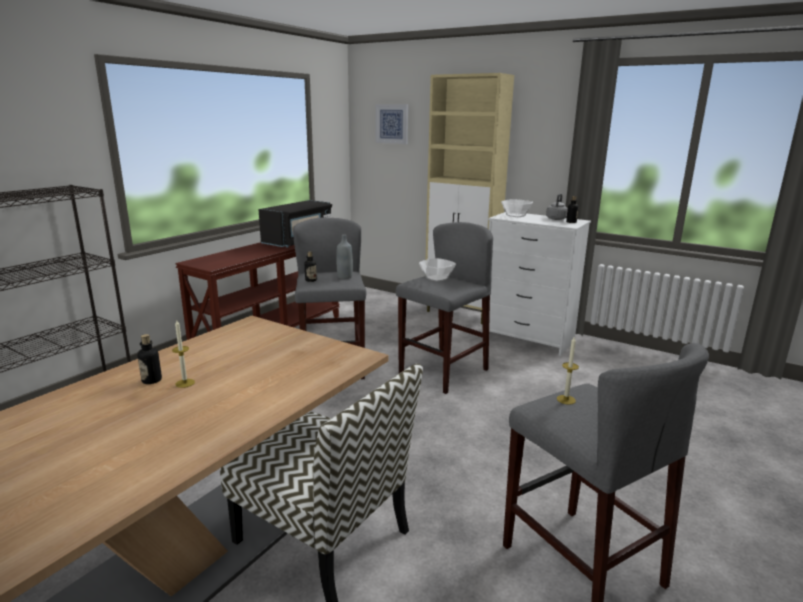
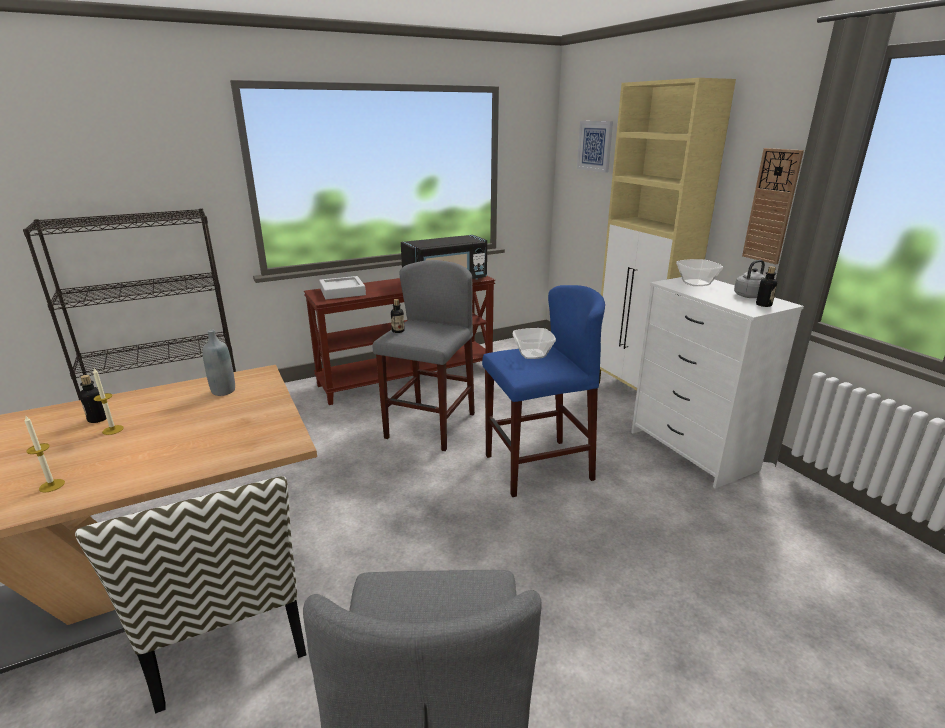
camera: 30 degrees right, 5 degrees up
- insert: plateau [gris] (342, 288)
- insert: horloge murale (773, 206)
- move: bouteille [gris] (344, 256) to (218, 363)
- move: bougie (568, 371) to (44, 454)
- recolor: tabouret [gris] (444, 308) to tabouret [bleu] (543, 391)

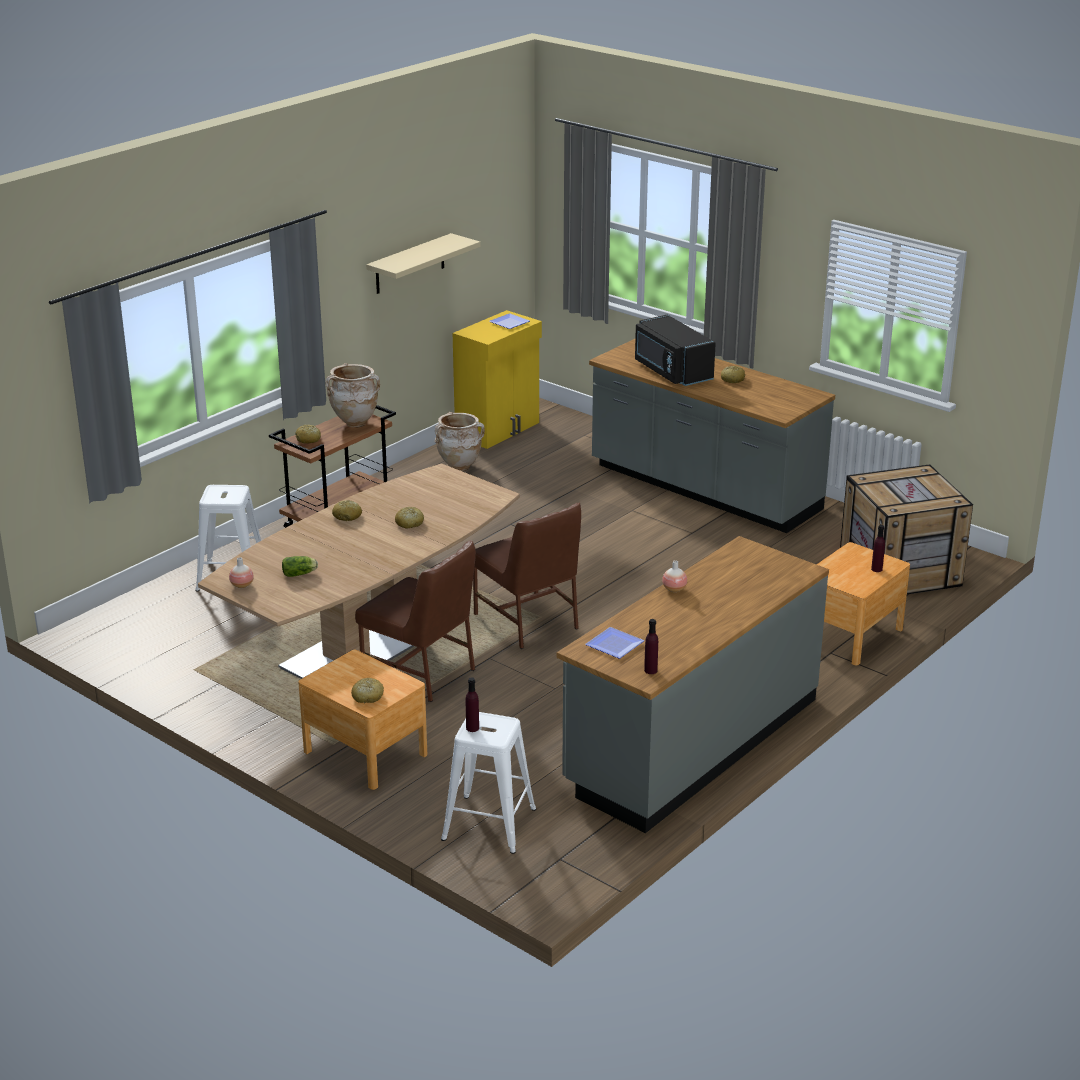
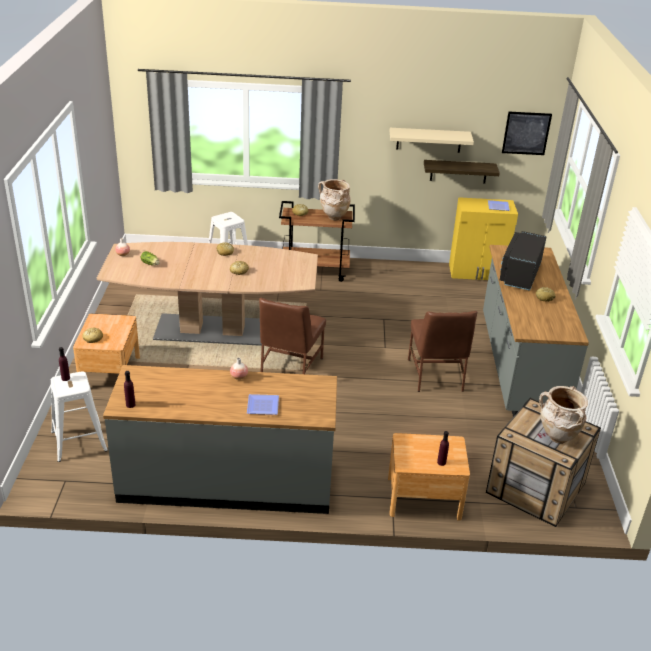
camera: 50 degrees right, 5 degrees up
- insert: étagère (462, 172)
- insert: tableau (527, 133)
- move: chaise [marron] (415, 621) to (442, 351)
- move: vase [beige] (460, 441) to (563, 415)
- move: assiette (614, 643) to (263, 404)

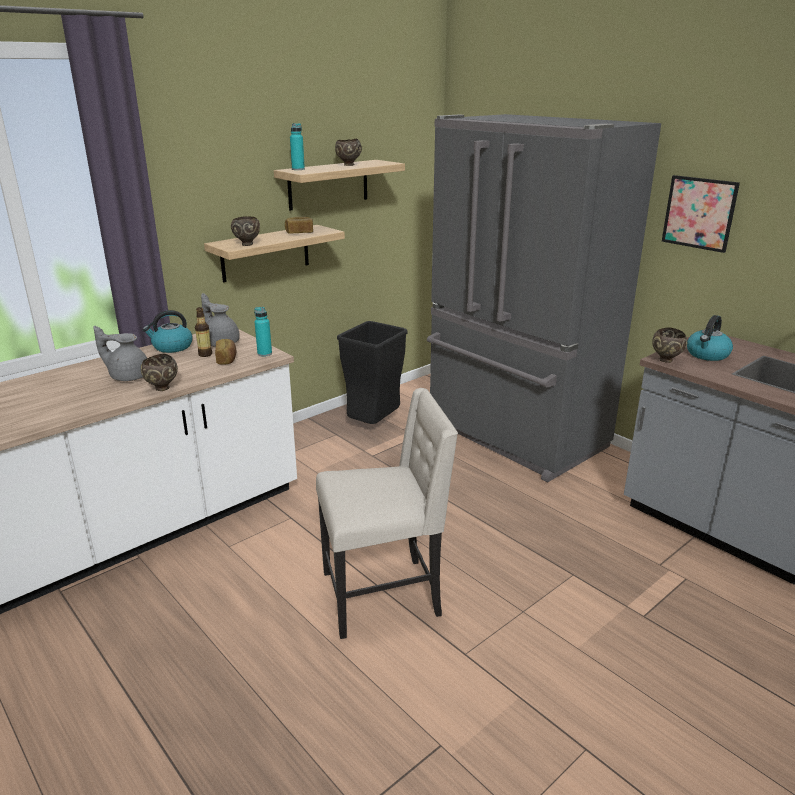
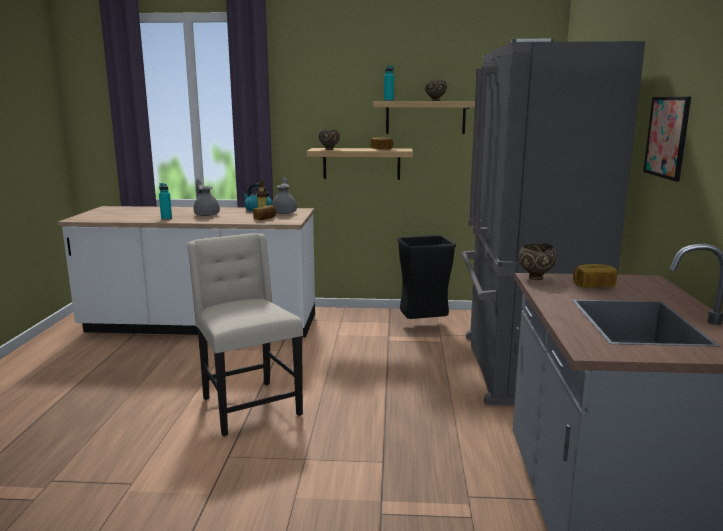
camera: 45 degrees right, 10 degrees down
- delete: bol [marron] (159, 372)
- move: bouteille [turquoise] (263, 332) to (165, 201)
- replace: bouilloire (710, 338) to pain (595, 276)
- rotate: chaise [beige] (387, 513) = (245, 334) 150 degrees counterclockwise

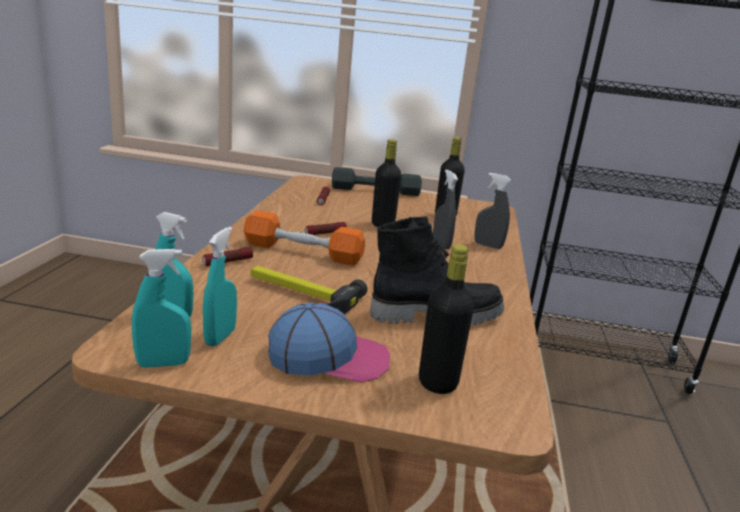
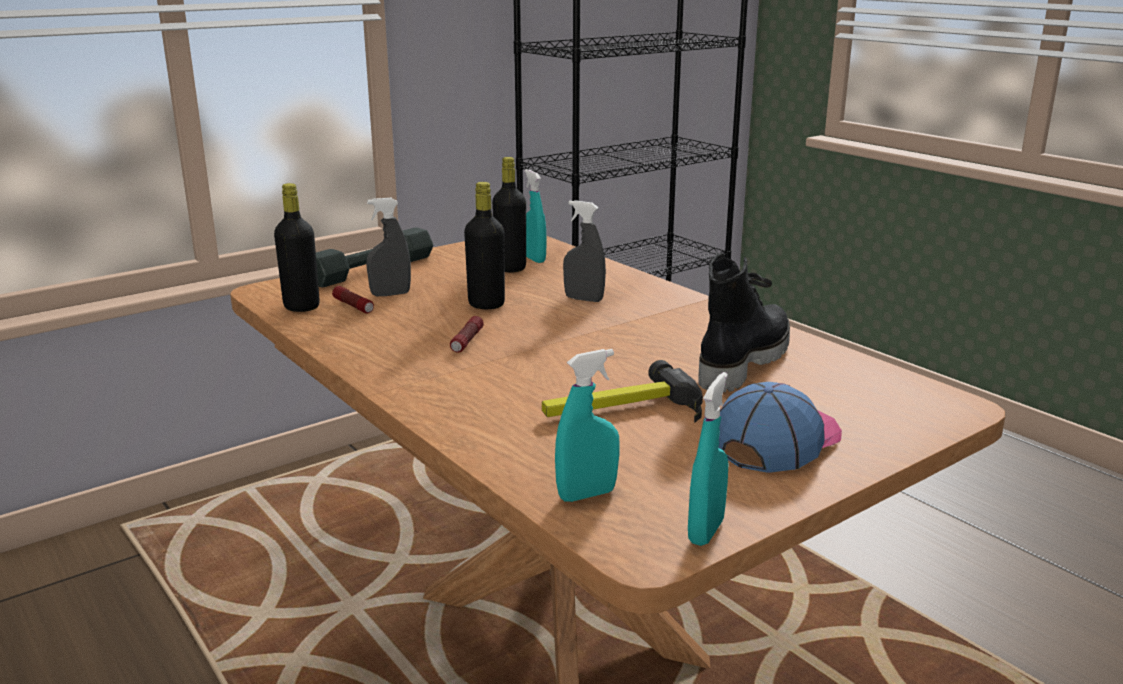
camera: 45 degrees left, 0 degrees up
- delete: lampe de poche (227, 256)
- delete: haltère [orange] (304, 238)
- move: vaporisateur [turquoise] (220, 287) to (535, 216)
- move: bouteille [noir] (446, 319) to (297, 247)
- move: vaporisateur [gris] (492, 211) to (389, 247)

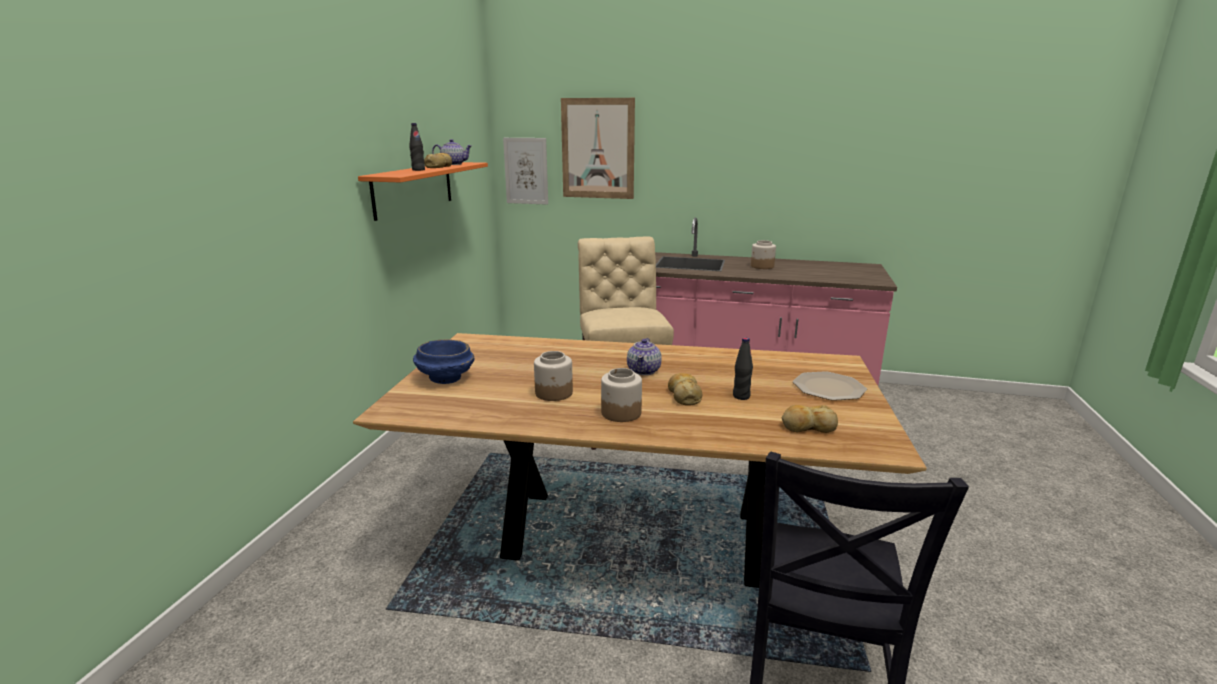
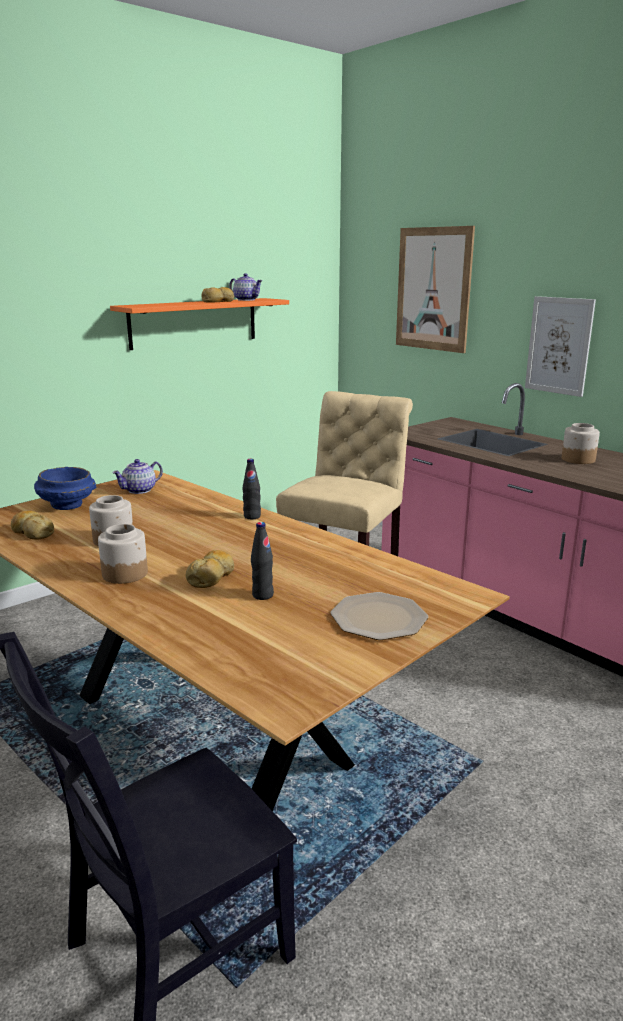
camera: 35 degrees right, 0 degrees up
- move: bouteille [noir] (417, 147) to (252, 489)
- move: tableau (525, 171) to (560, 346)
- move: théière (644, 356) to (137, 476)
- move: pain (810, 419) to (32, 525)

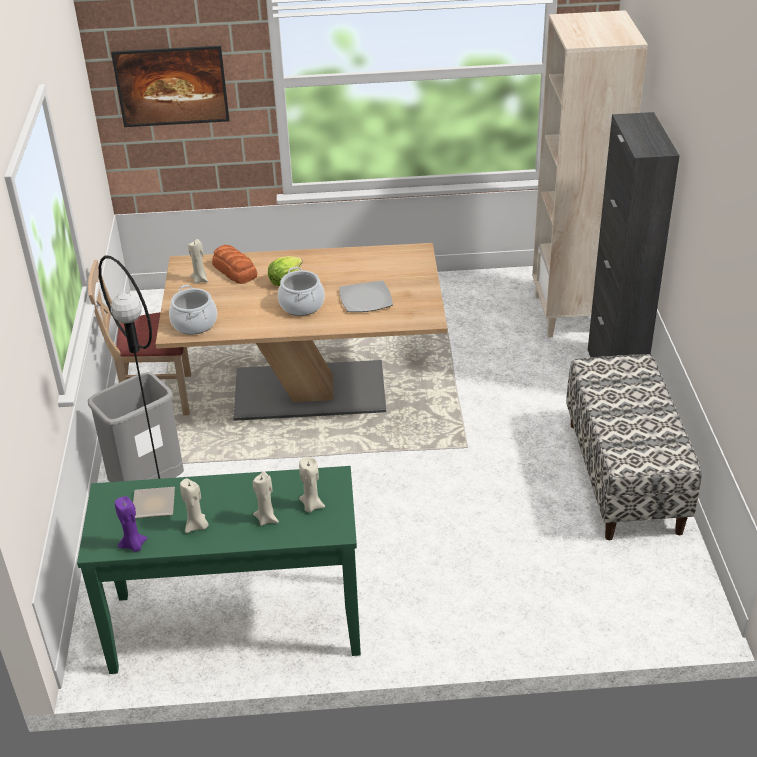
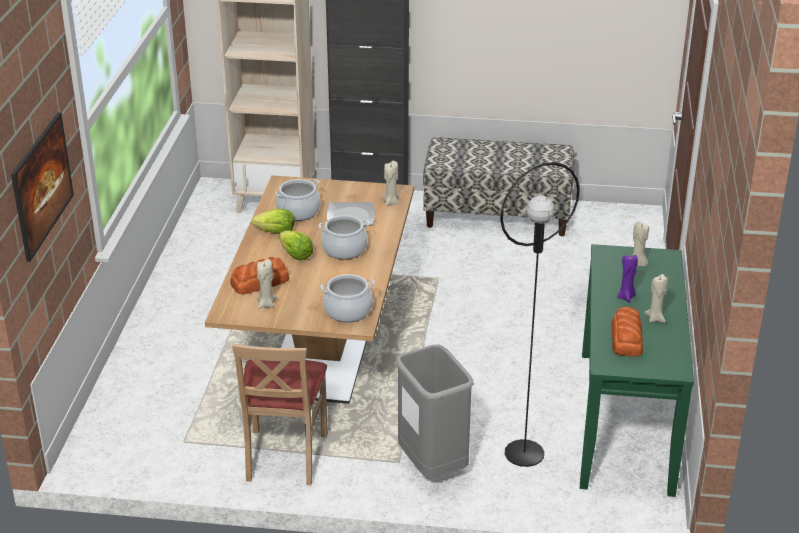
camera: 80 degrees left, 5 degrees down
- insert: laitue (272, 221)
- insert: marmite (298, 200)
- move: bougie [violet] (131, 524) to (627, 279)
- move: bougie [beige] (266, 498) to (390, 183)
- replace: assiette (154, 502) to pain (627, 332)

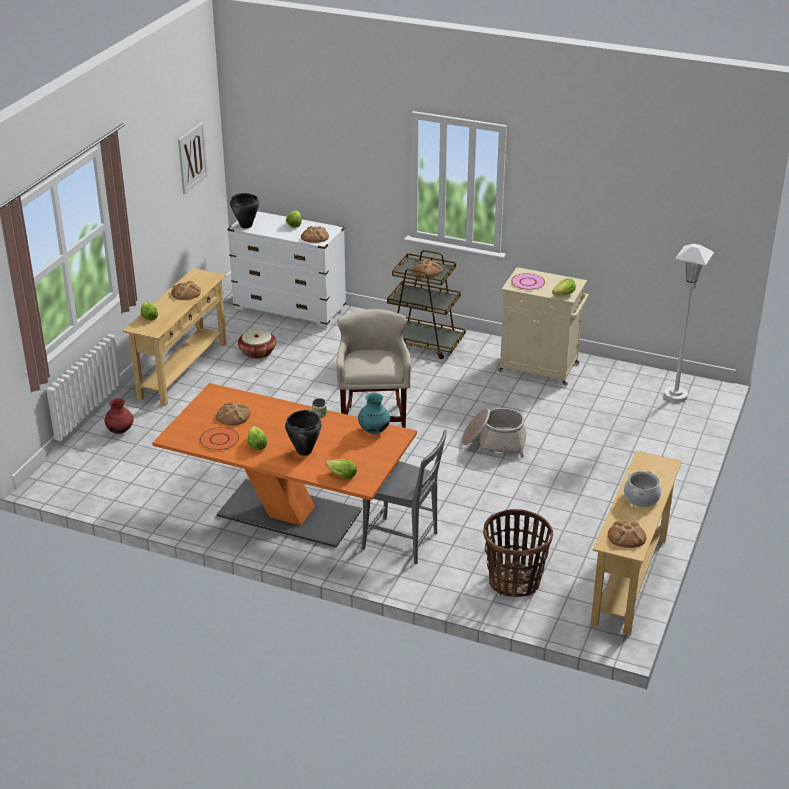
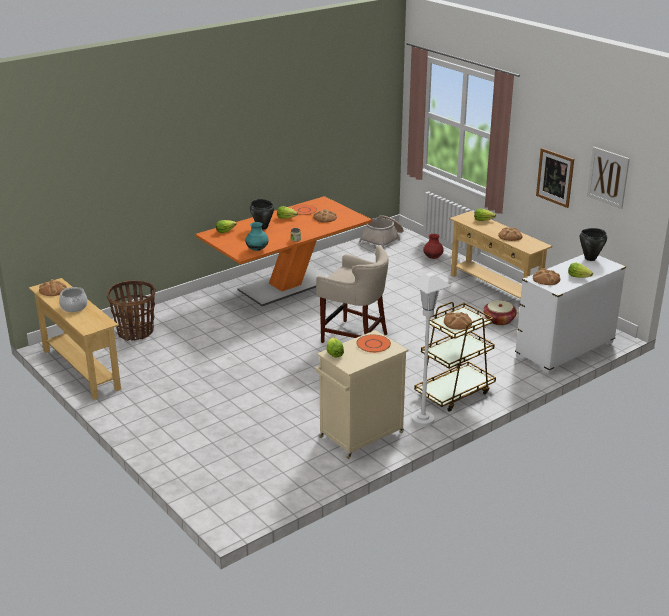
camera: 120 degrees right, 5 degrees down
- delete: chaise [gris] (404, 497)
- insert: tableau (555, 178)
- move: panier (494, 433) to (381, 232)
- move: lampadaire [blanc] (689, 323) to (429, 349)
- recolor: assiette [rose] (528, 281) to assiette [orange] (373, 344)

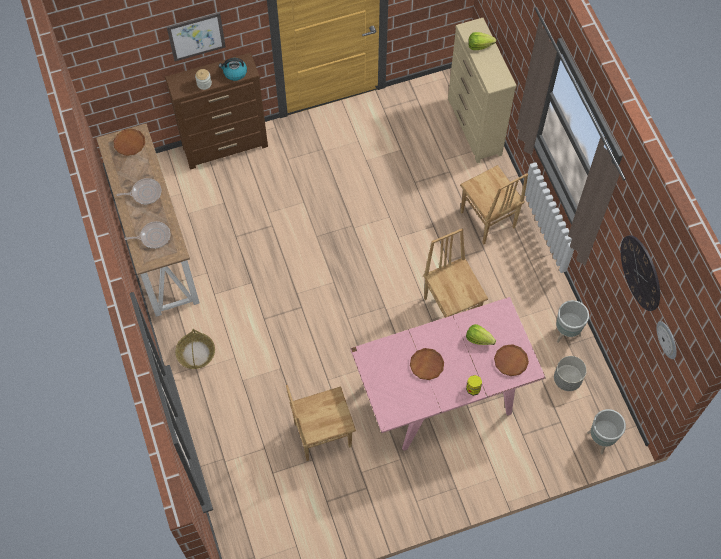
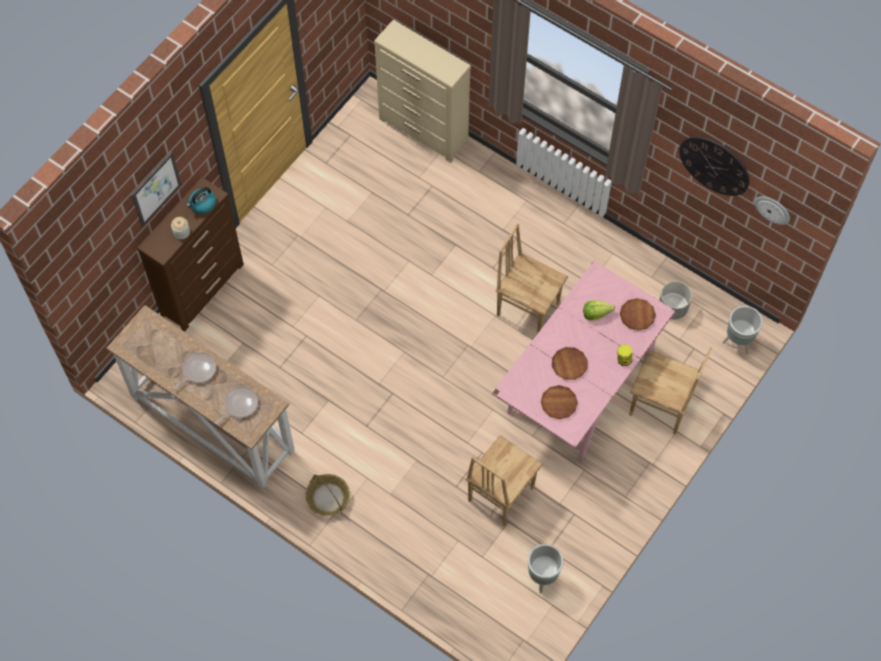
camera: 35 degrees left, 0 degrees up
- delete: laitue (482, 41)
- move: assiette [marron] (129, 142) to (559, 402)
- move: chaise [marron] (494, 204) to (670, 390)
- move: cache-pot [gris] (572, 321) to (546, 568)

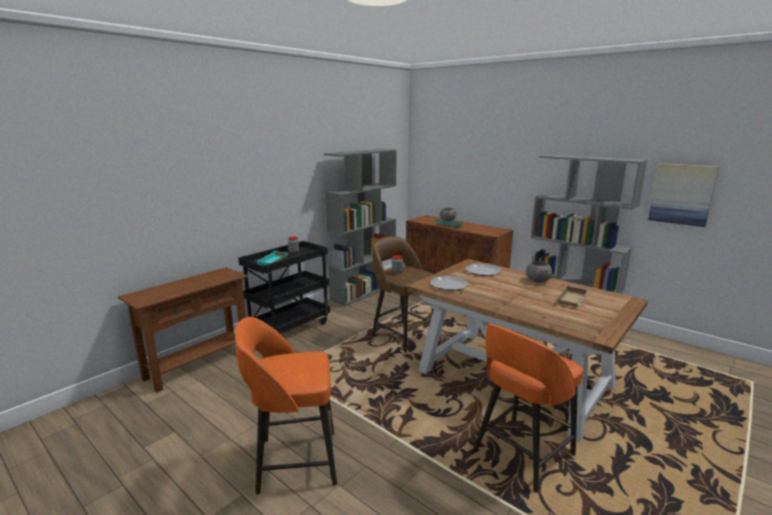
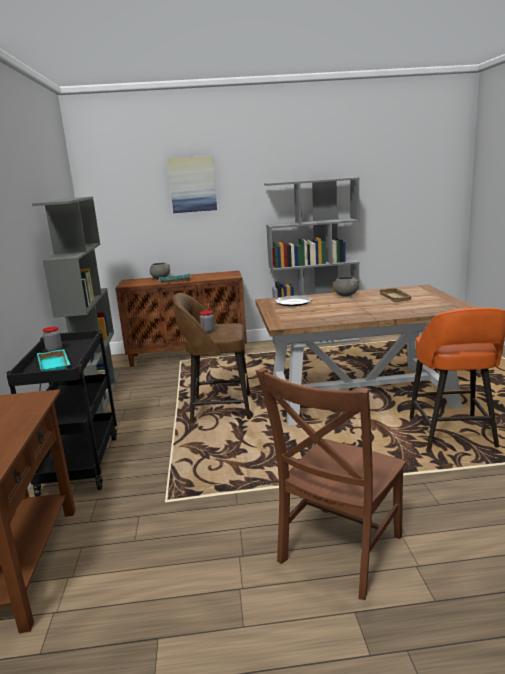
camera: 45 degrees left, 0 degrees up
- delete: assiette (449, 283)
- move: tableau (683, 195) to (192, 184)
- replace: tabouret [orange] (286, 406) to chaise [marron] (331, 484)

